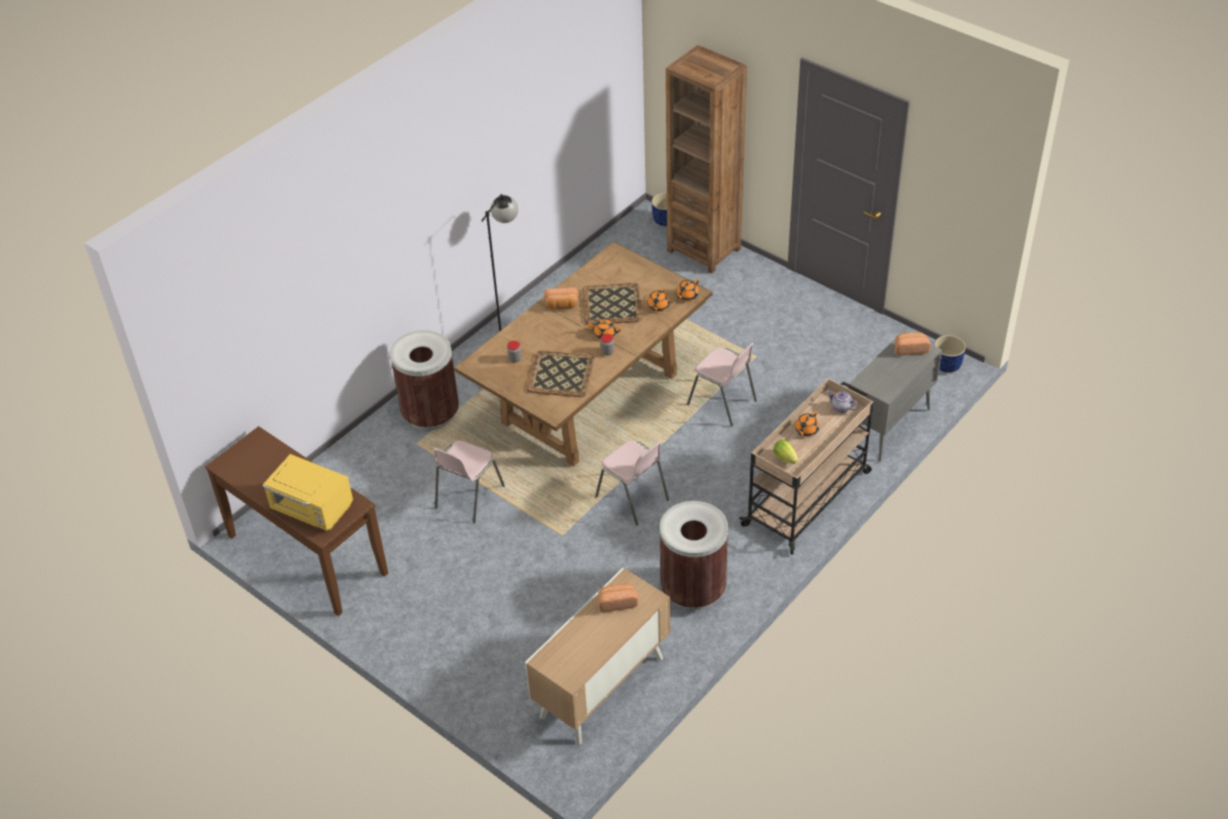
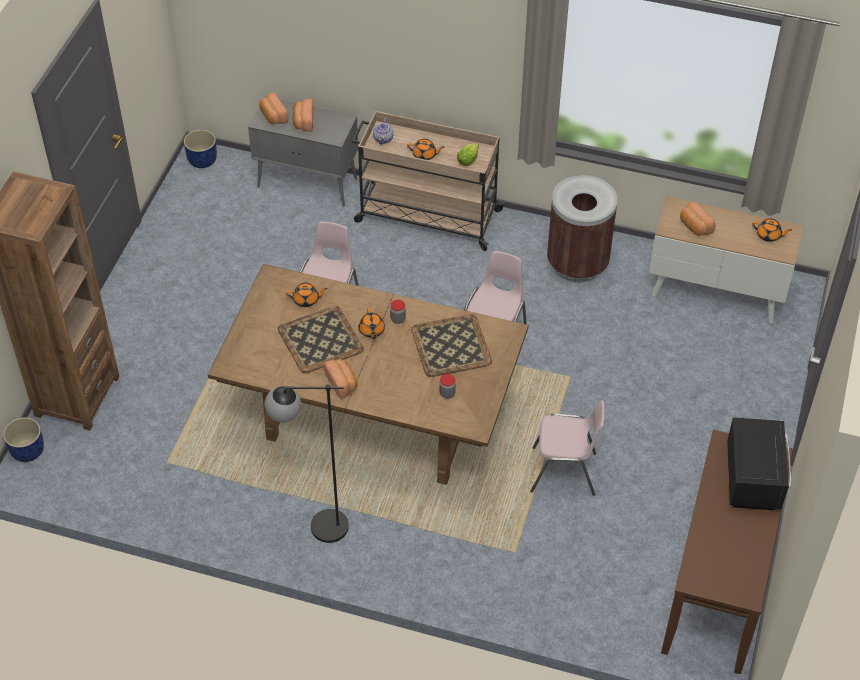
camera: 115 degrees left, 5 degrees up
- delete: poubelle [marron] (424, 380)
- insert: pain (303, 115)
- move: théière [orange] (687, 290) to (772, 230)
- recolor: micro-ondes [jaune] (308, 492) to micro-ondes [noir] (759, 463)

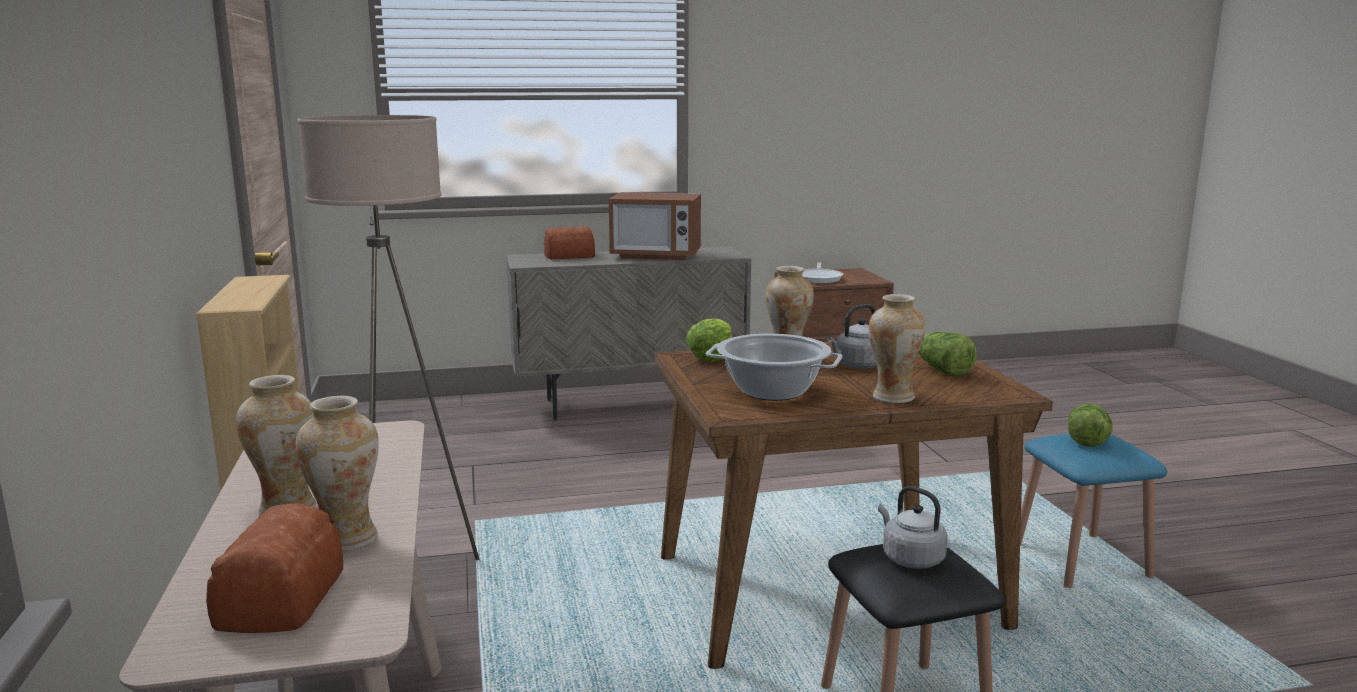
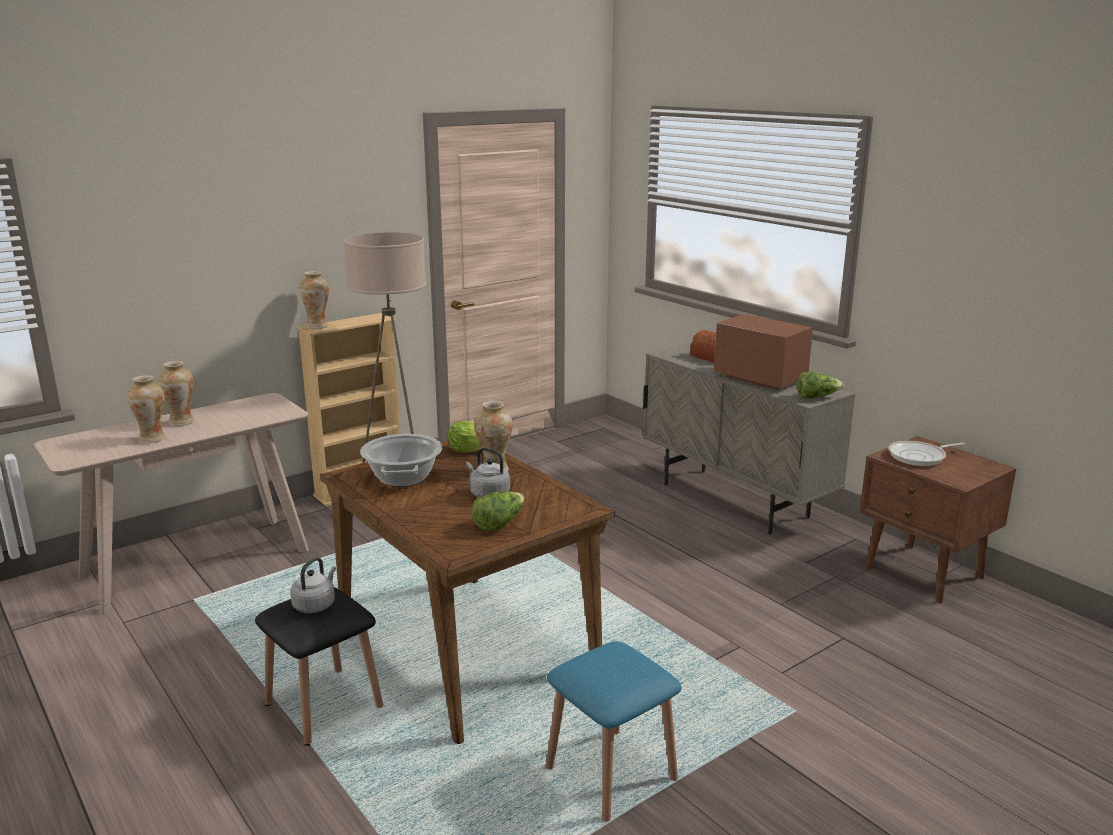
camera: 65 degrees right, 5 degrees up
- delete: pain (274, 568)
- move: vase (897, 348) to (314, 300)
- move: laitue (1090, 425) to (820, 385)
- rotate: micro-ondes (655, 226) = (763, 351) 150 degrees clockwise

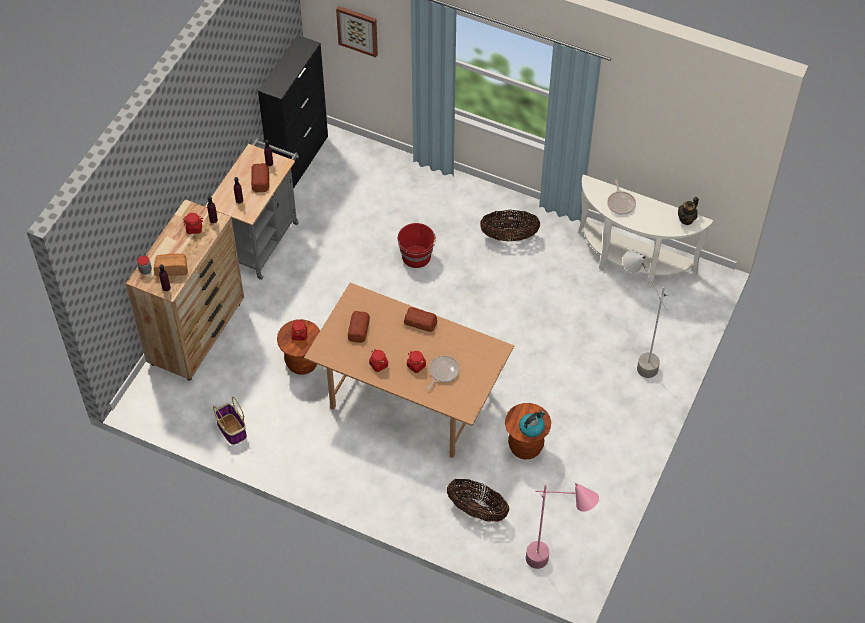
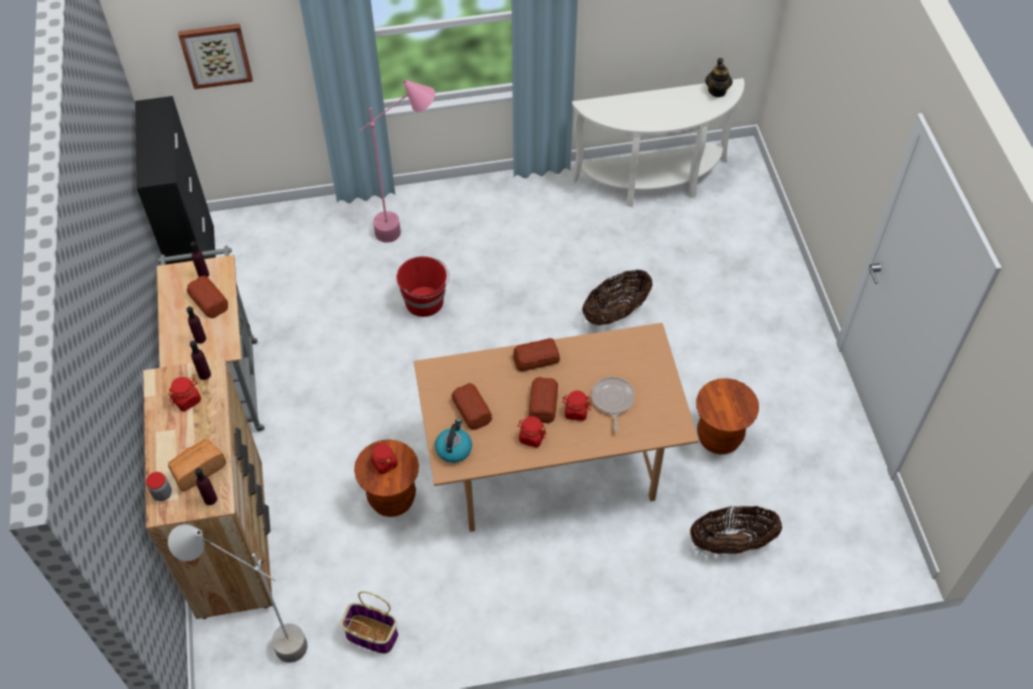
camera: 35 degrees left, 0 degrees up
- delete: poêle (621, 197)
- insert: pain (543, 400)
- move: panier (510, 226) to (617, 297)
- move: bouilloire (532, 424) to (453, 441)
- move: lampadaire [rose] (562, 526) to (397, 161)
- move: lampadaire [gris] (645, 314) to (238, 593)

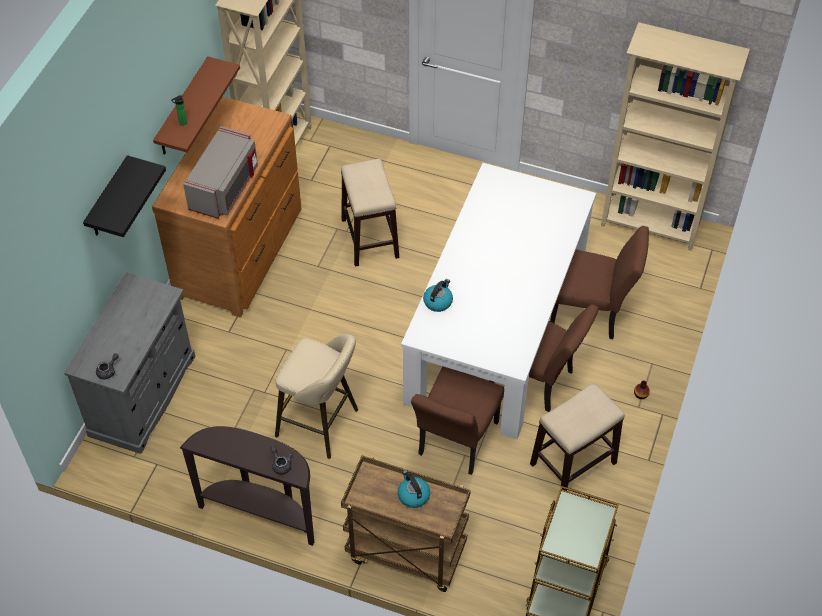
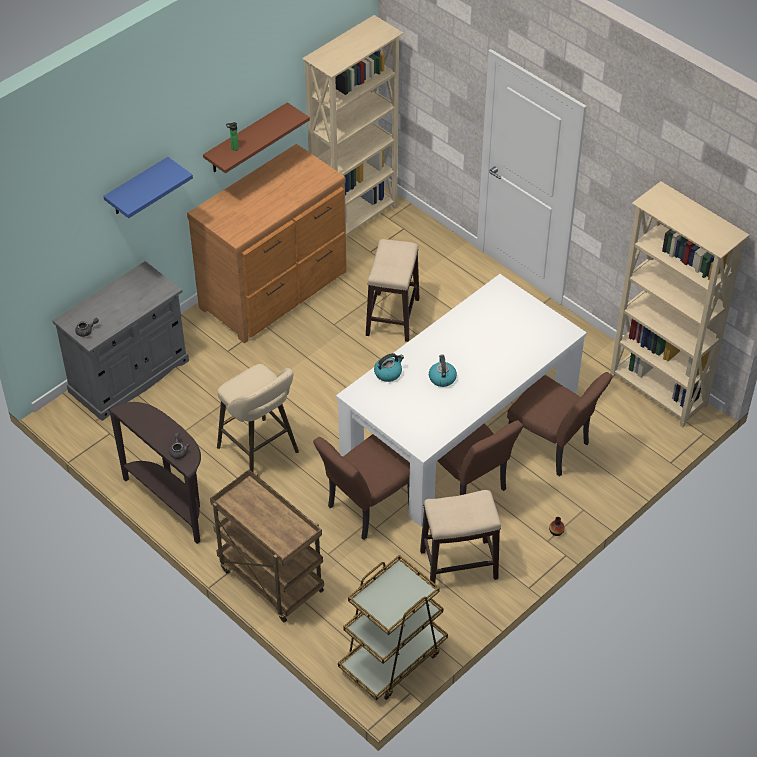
camera: 25 degrees right, 5 degrees down
- delete: micro-ondes [gris] (220, 172)
- move: bouilloire (414, 489) to (443, 371)
- recolor: étagère [noir] (124, 196) to étagère [bleu] (148, 187)

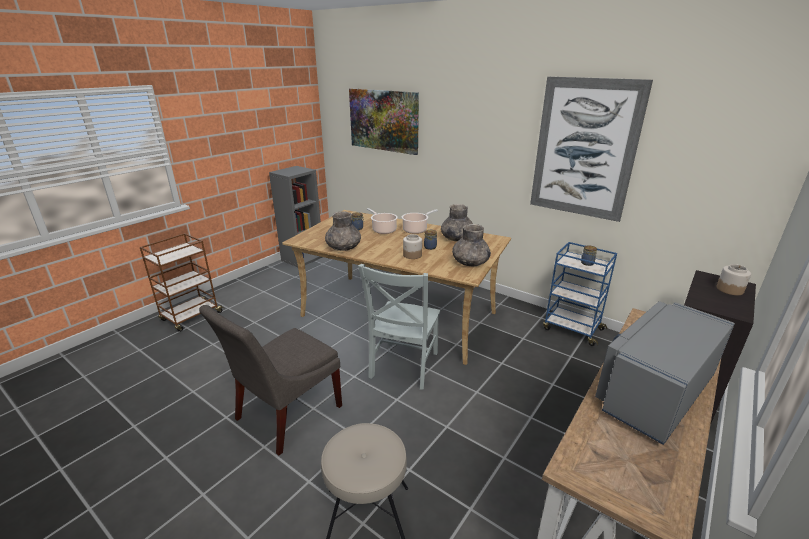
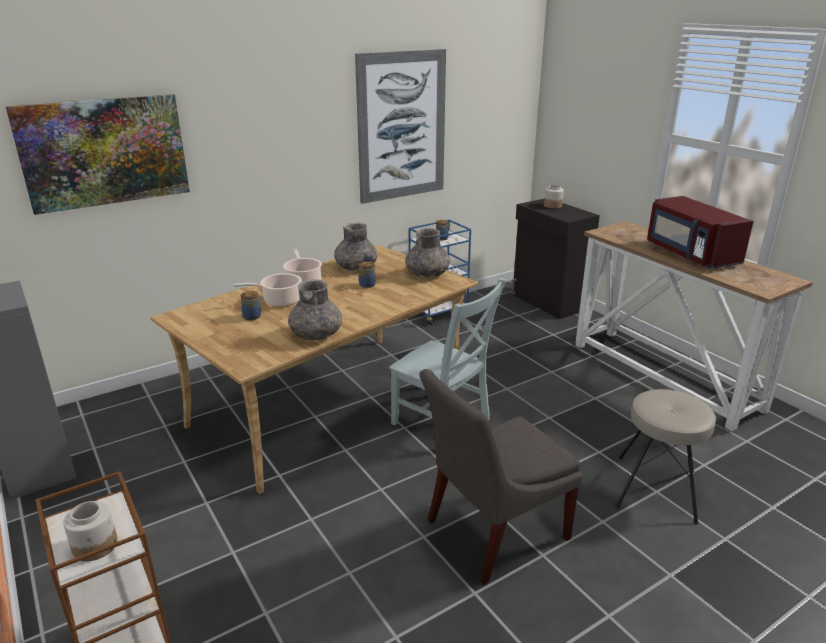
camera: 70 degrees left, 0 degrees up
- move: bocal (412, 246) to (90, 531)
- recolor: micro-ondes [gris] (665, 373) to micro-ondes [rouge] (700, 232)
- rotate: chaise [gris] (270, 380) = (501, 476) 90 degrees clockwise

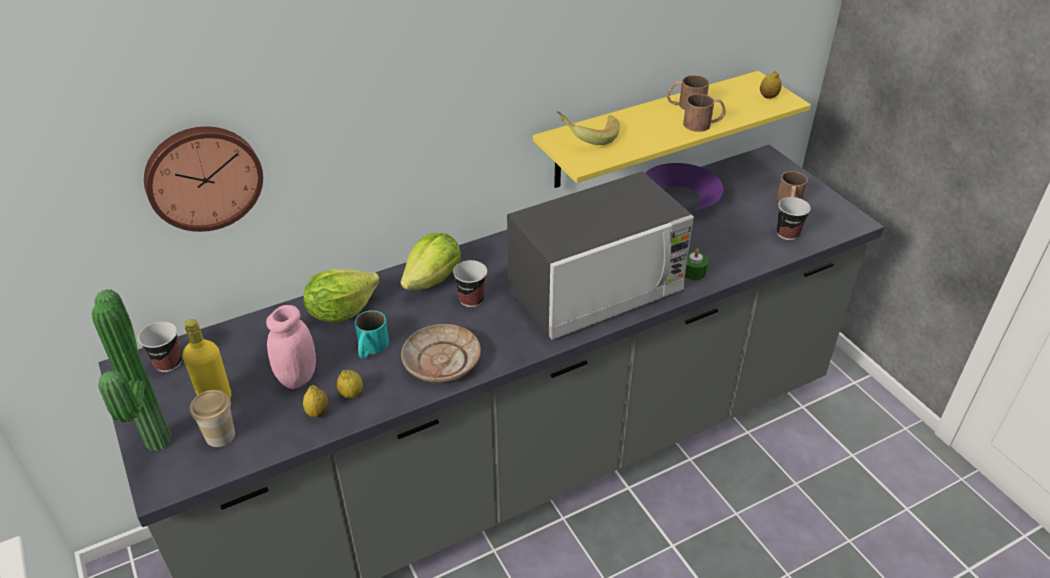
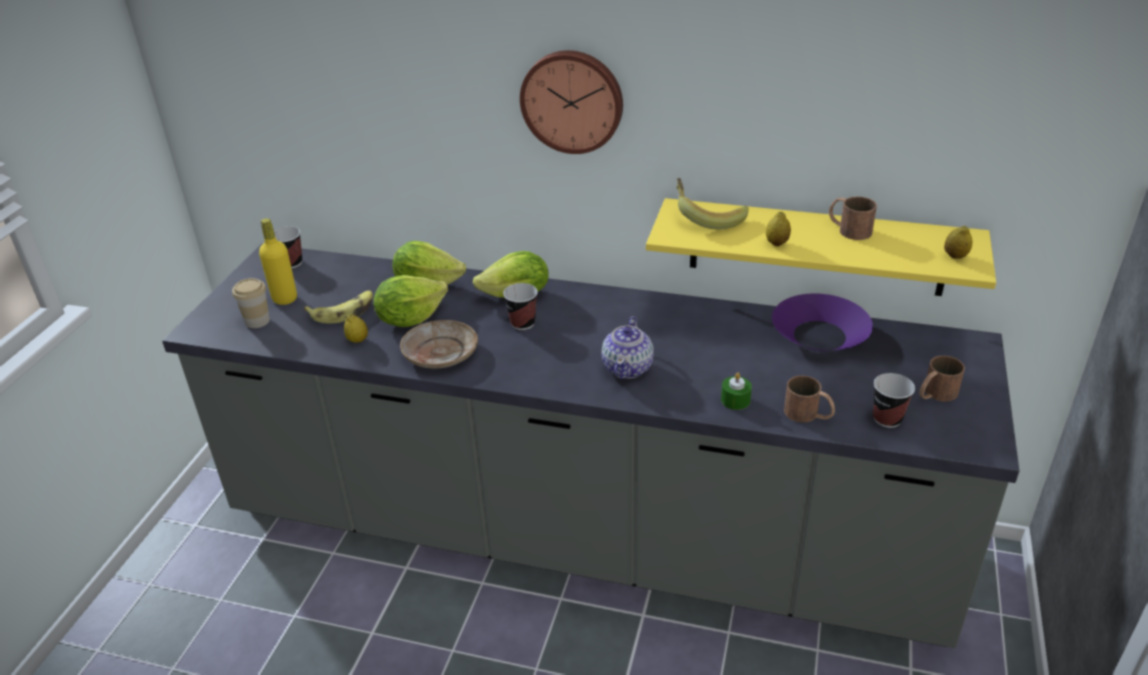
camera: 45 degrees right, 5 degrees down
- delete: plante en pot (132, 370)
- move: horloge murale (203, 179) to (571, 102)
- move: citron (316, 401) to (778, 229)
- move: mug [marron] (704, 113) to (809, 399)
- replace: bocal [rose] (291, 347) to banane (338, 307)
- replace: mug [turquoise] (372, 334) to laitue (411, 301)
- replace: micro-ondes (600, 255) to théière (627, 347)

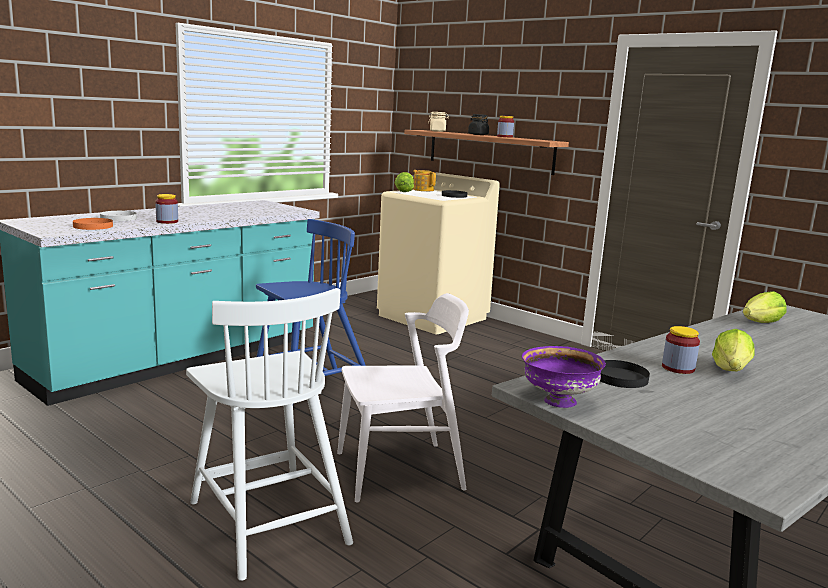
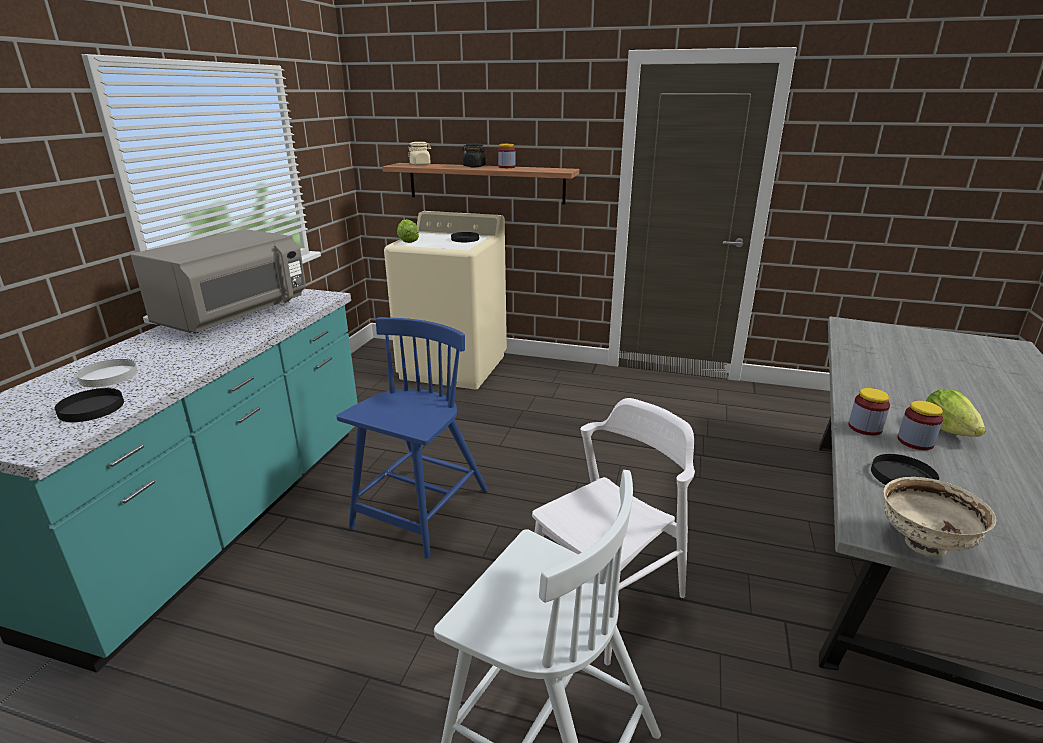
camera: 25 degrees left, 10 degrees up
- delete: théière (424, 180)
- delete: laitue (764, 307)
- insert: micro-ondes [gris] (218, 281)
- move: bocal (166, 209) to (869, 412)
- recolor: assiette [orange] (93, 224) to assiette [noir] (89, 405)
- recolor: bol [violet] (564, 377) to bol [beige] (939, 517)

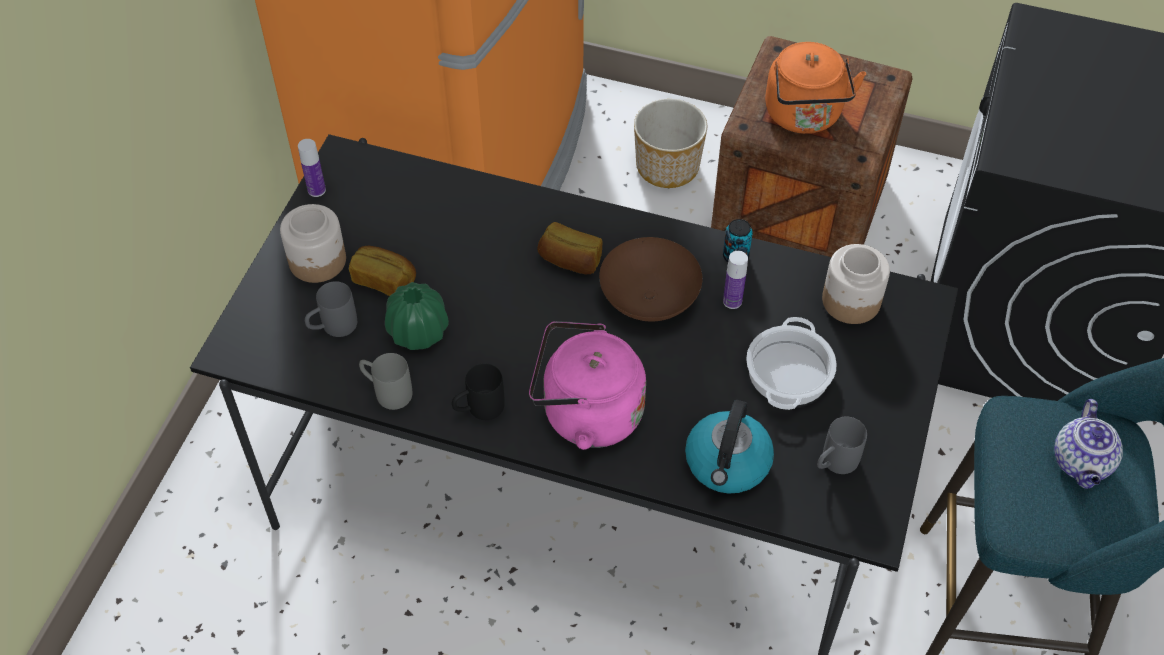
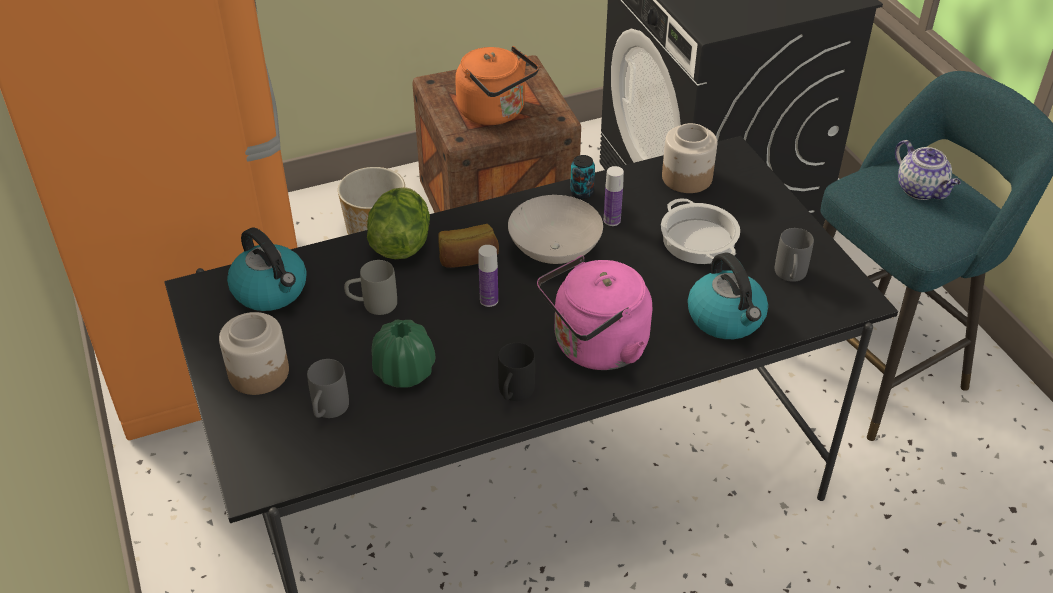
camera: 40 degrees left, 10 degrees down
- delete: pain (382, 271)
- insert: bouilloire (267, 269)
- insert: laitue (398, 223)
- move: bouteille (312, 168) to (488, 276)
- move: mug [gris] (385, 381) to (370, 287)
- recolor: bol [marron] (650, 279) to bol [blanc] (555, 229)

